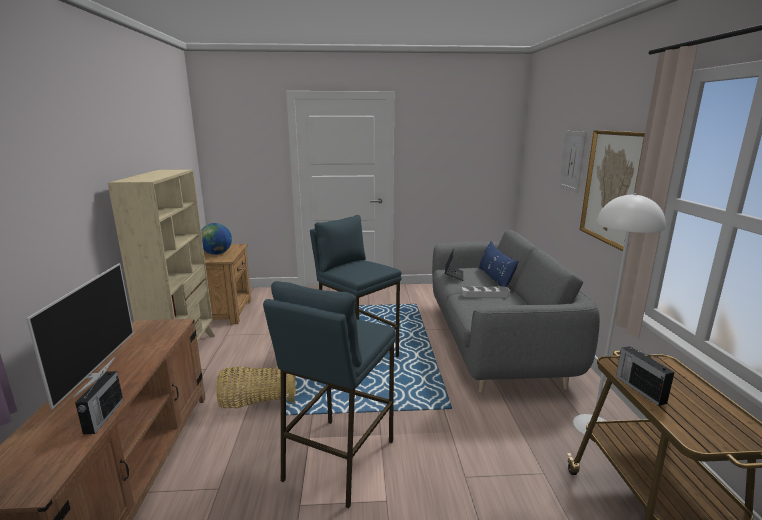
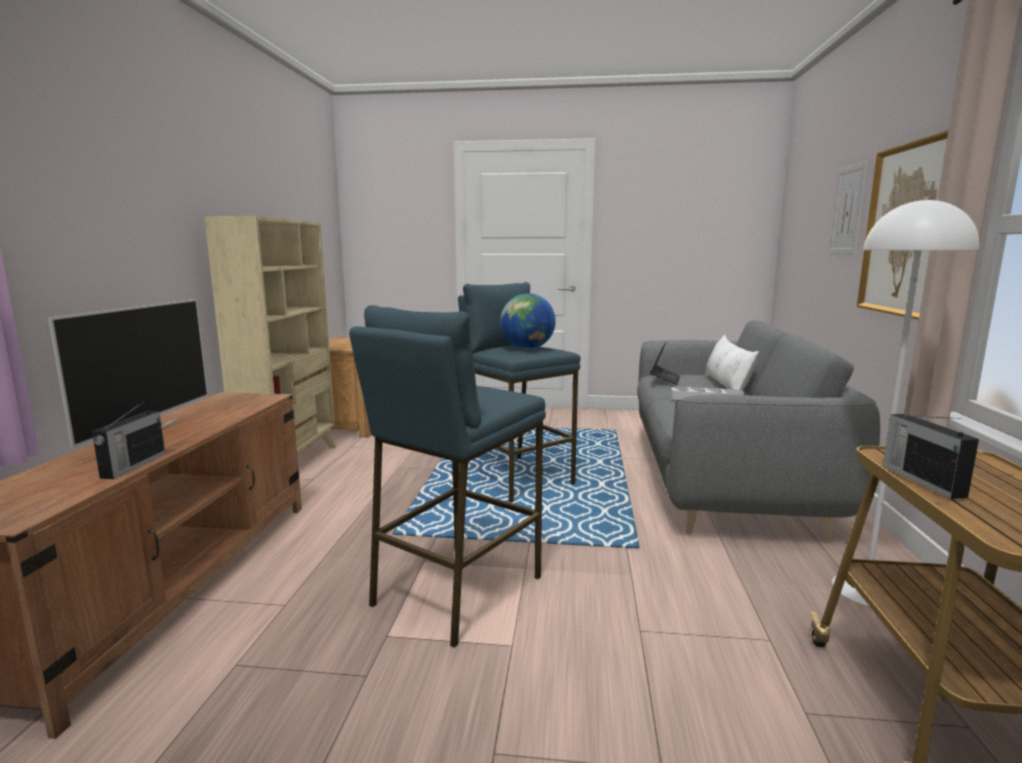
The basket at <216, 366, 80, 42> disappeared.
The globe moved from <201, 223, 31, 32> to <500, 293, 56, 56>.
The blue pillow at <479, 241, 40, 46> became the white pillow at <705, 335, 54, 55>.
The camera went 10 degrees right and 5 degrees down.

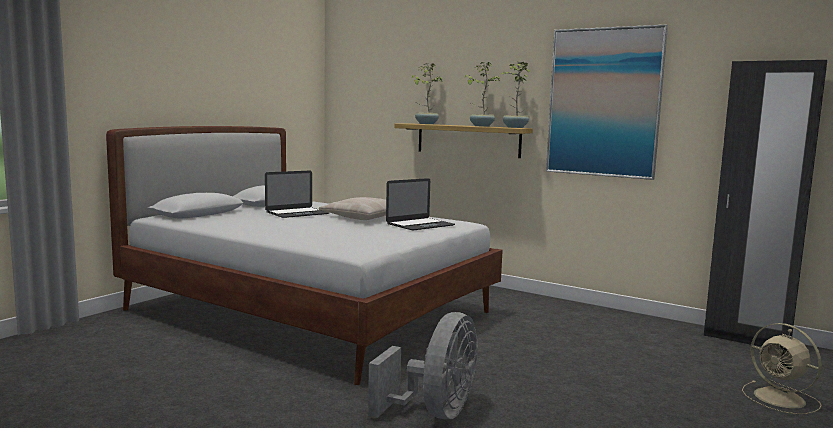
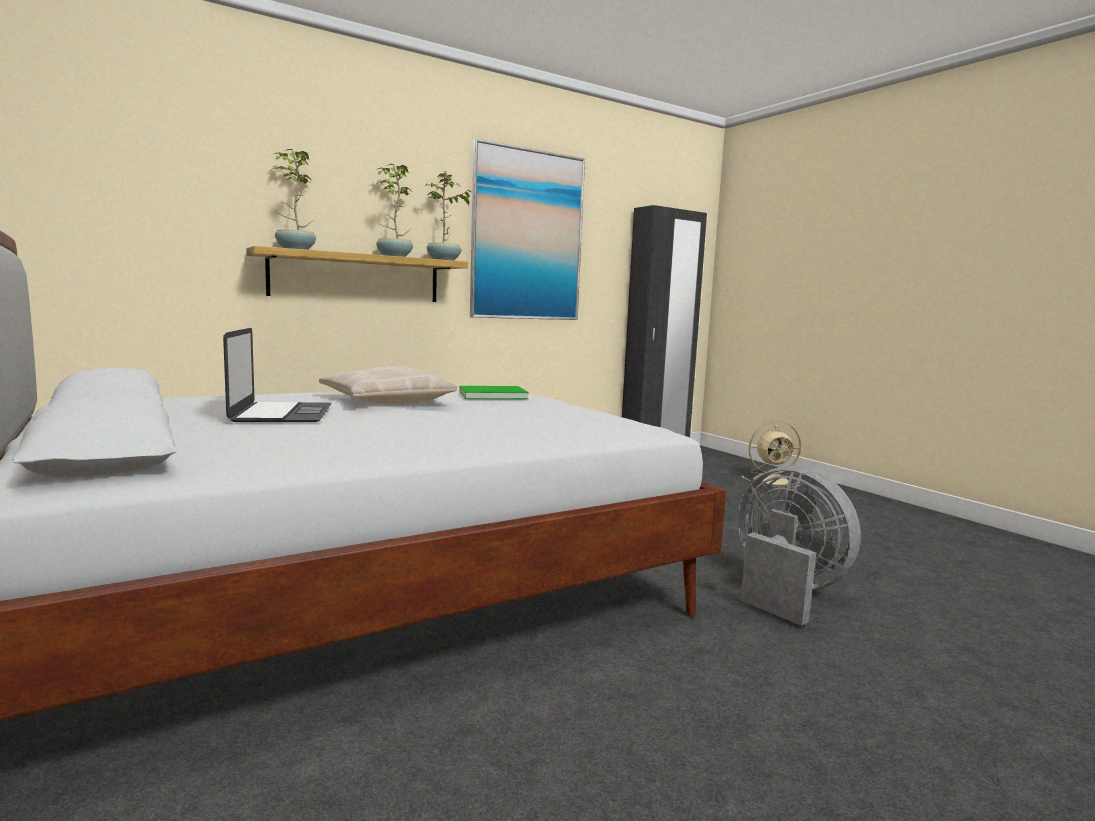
The laptop at <386, 178, 69, 52> was replaced by the green book at <459, 386, 70, 13>.
The camera went 65 degrees left and 0 degrees up.

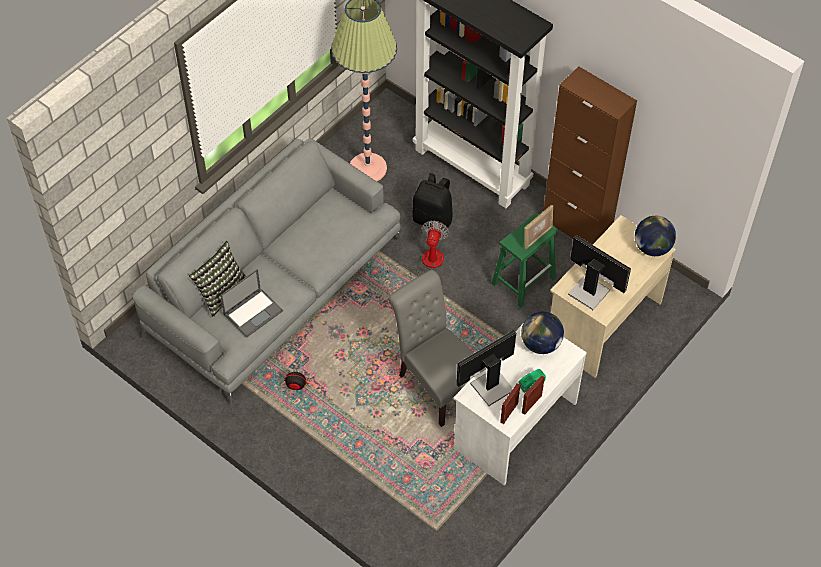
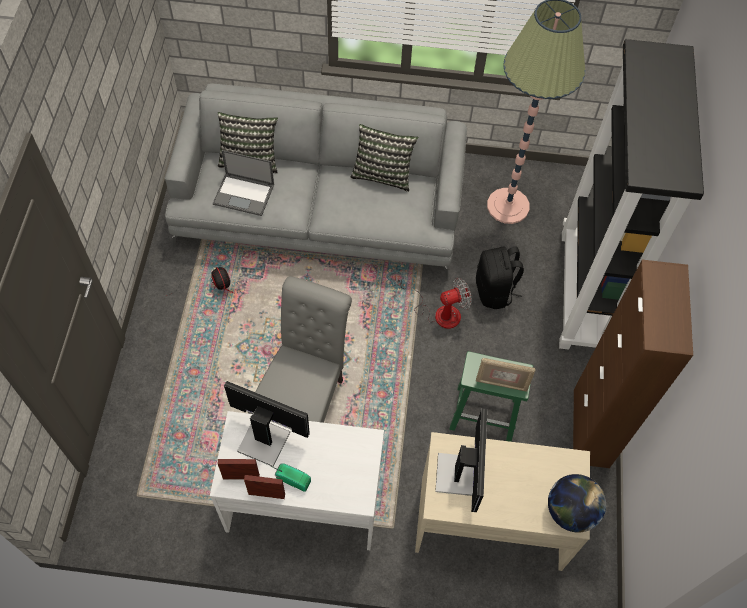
The globe at <521, 312, 43, 42> disappeared.
The pillow at <350, 124, 69, 68> appeared.
The camera went 55 degrees right and 5 degrees up.

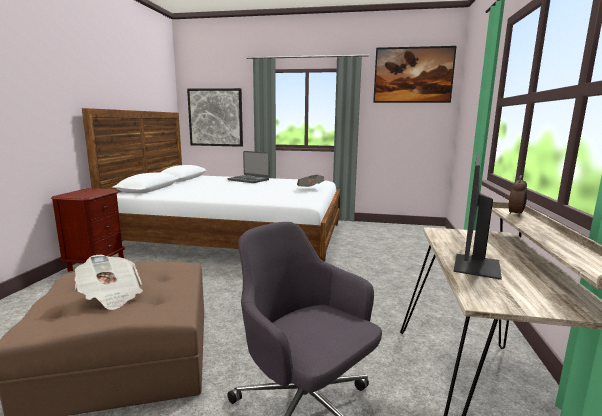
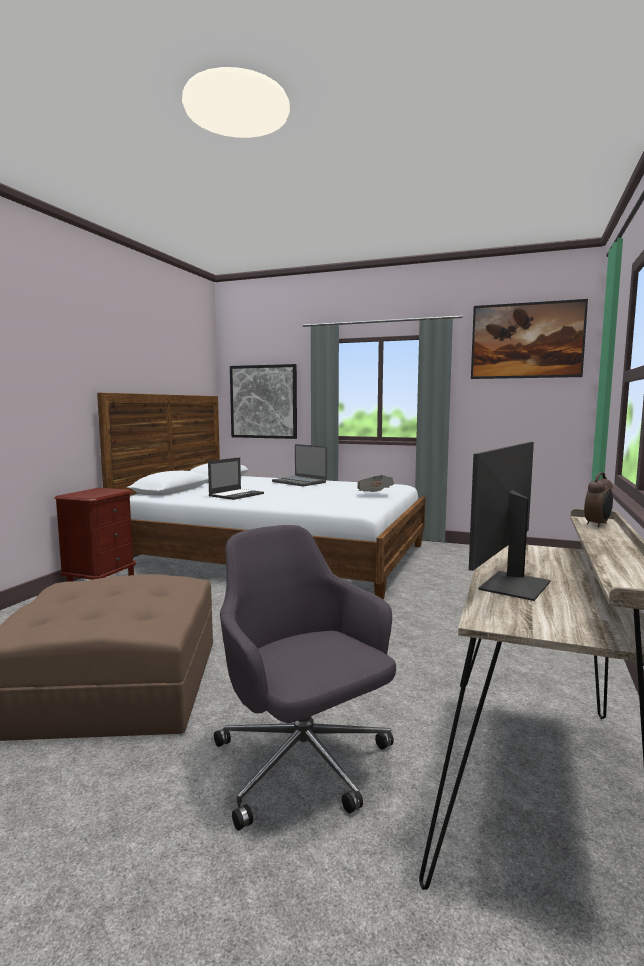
The newspaper at <75, 255, 68, 55> disappeared.
The laptop at <208, 457, 56, 43> appeared.
The camera went 10 degrees right and 5 degrees down.

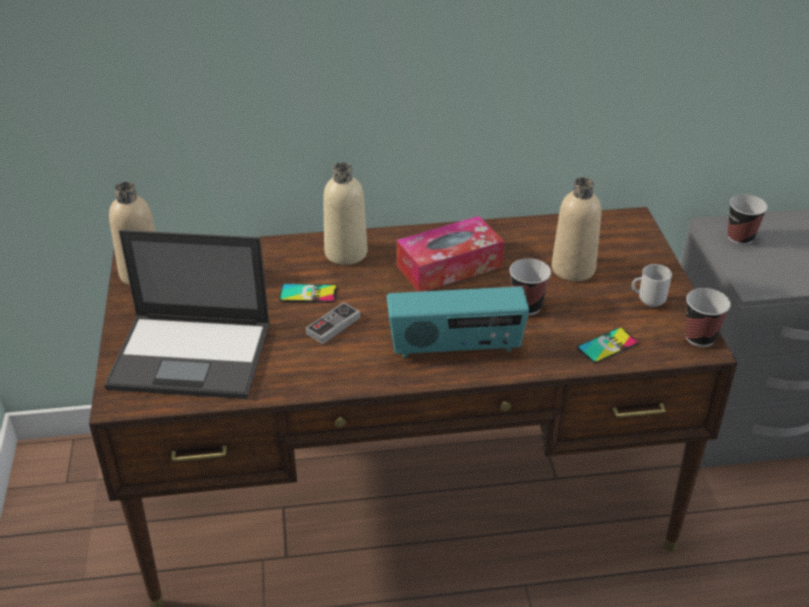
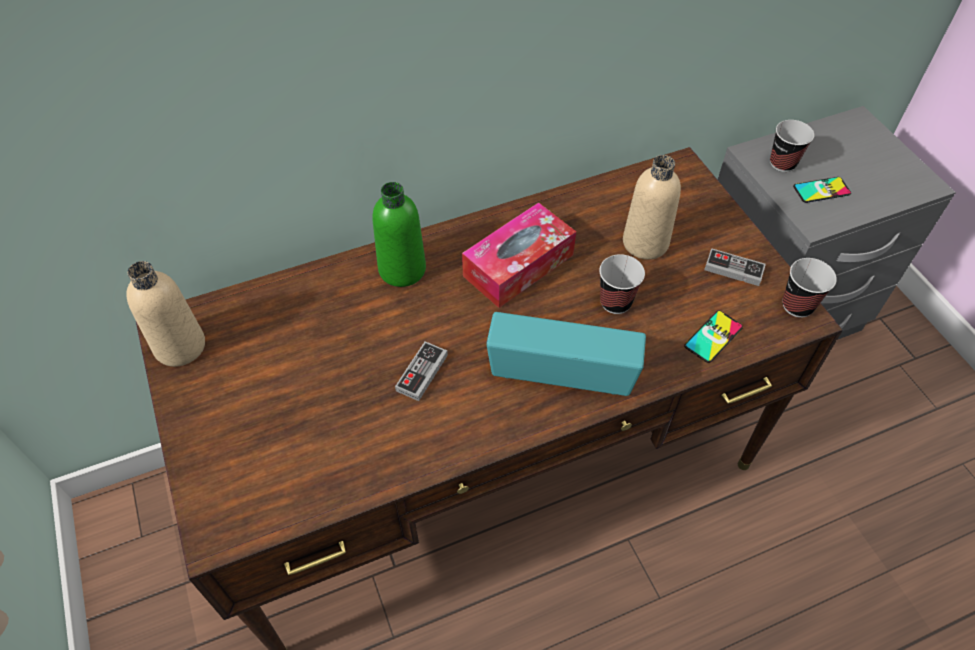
The laptop at <104, 230, 166, 169> disappeared.
The phone moved from <279, 284, 58, 19> to <793, 177, 58, 26>.
The mug at <632, 264, 40, 43> was replaced by the game controller at <704, 248, 62, 38>.
The beige bottle at <323, 162, 44, 103> became the green bottle at <372, 182, 54, 105>.
The radio at <387, 286, 142, 72> turned 150 degrees counterclockwise.
The camera went 15 degrees left and 15 degrees up.

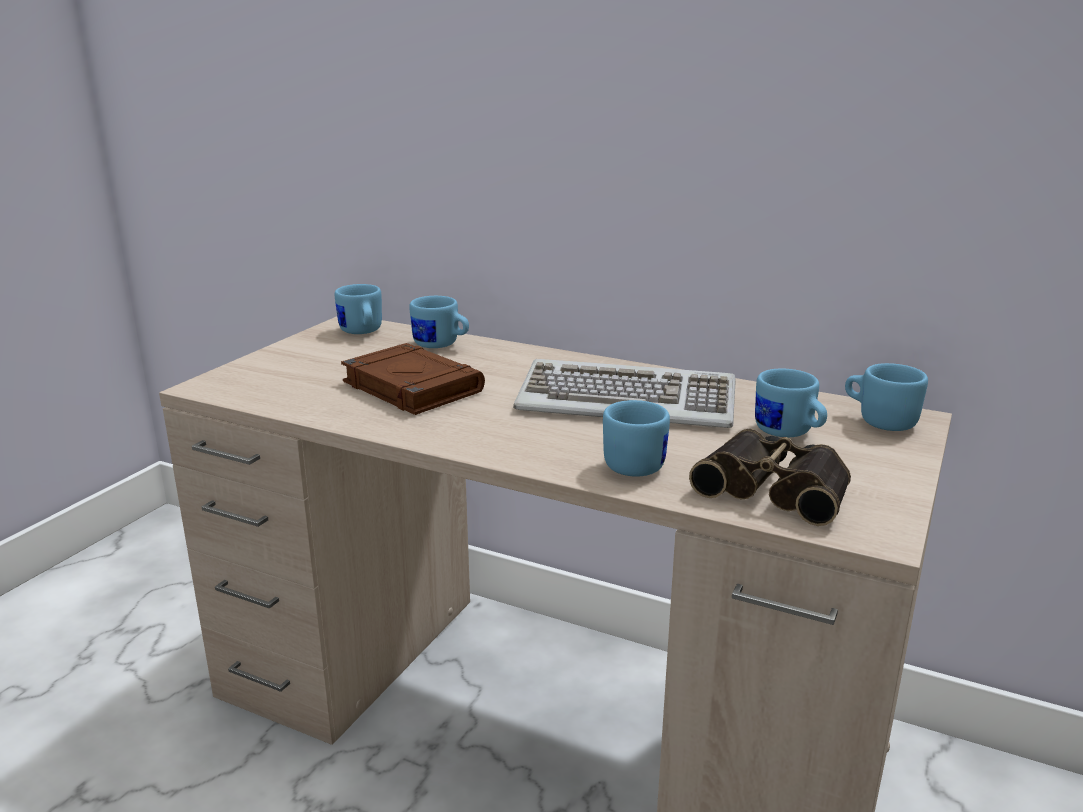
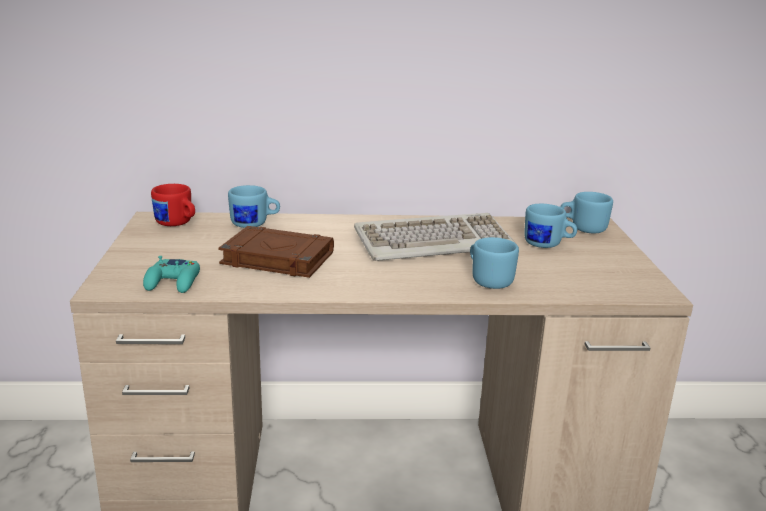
The binoculars at <689, 428, 162, 98> disappeared.
The turquoise game controller at <143, 256, 57, 37> appeared.
The blue mug at <335, 284, 47, 50> became the red mug at <151, 184, 44, 42>.
The camera went 30 degrees left and 0 degrees up.

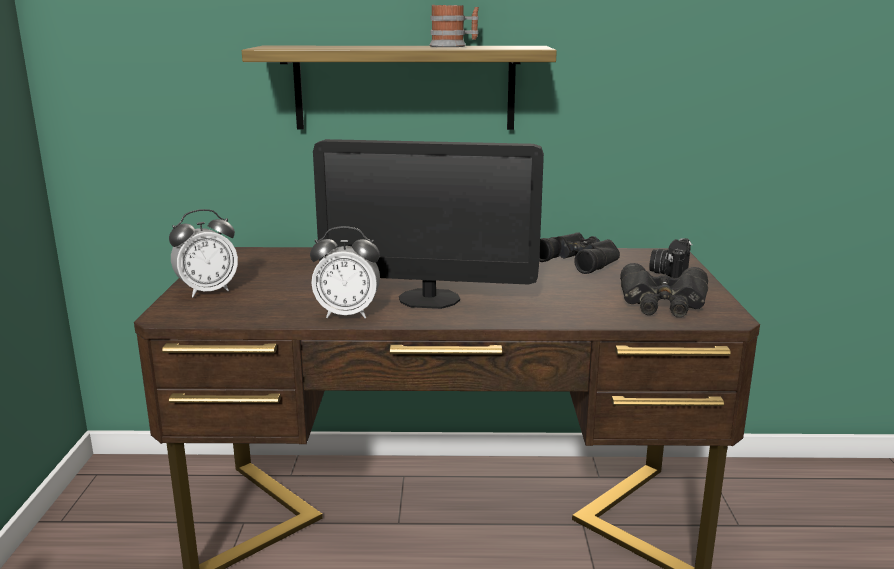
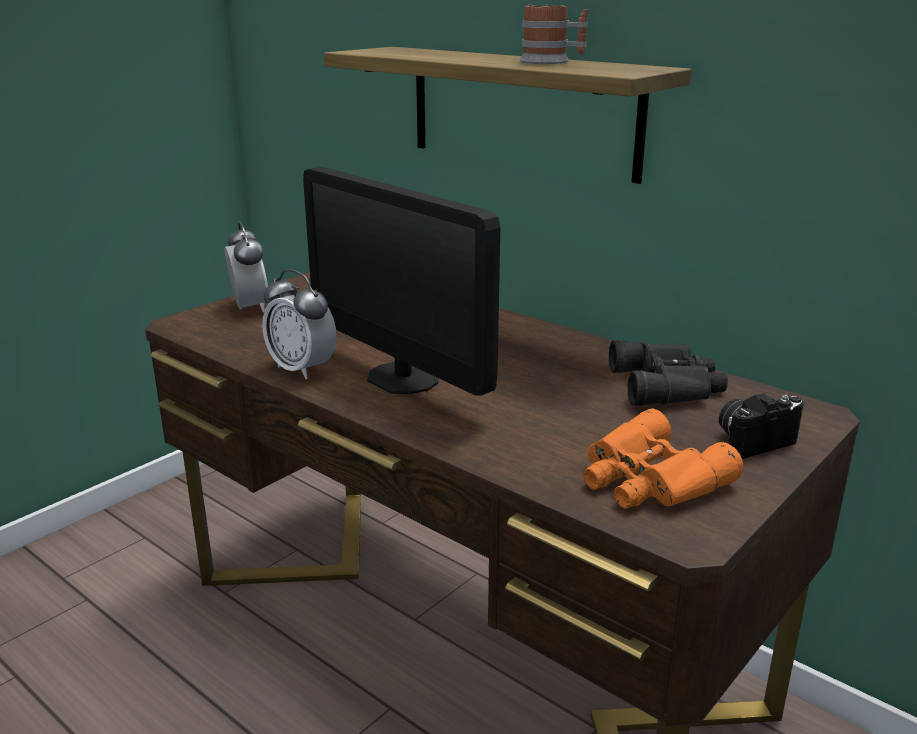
The black binoculars at <620, 263, 88, 54> became the orange binoculars at <583, 409, 161, 100>.
The alarm clock at <169, 209, 69, 88> turned 120 degrees counterclockwise.
The camera went 40 degrees right and 5 degrees up.

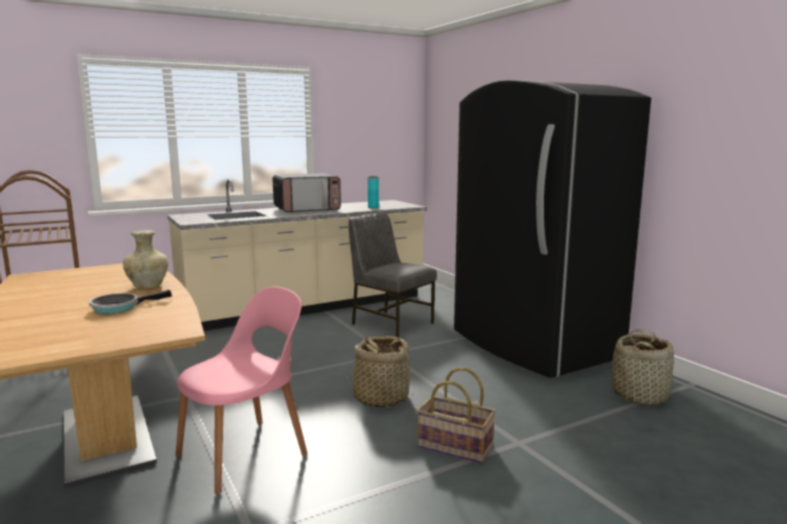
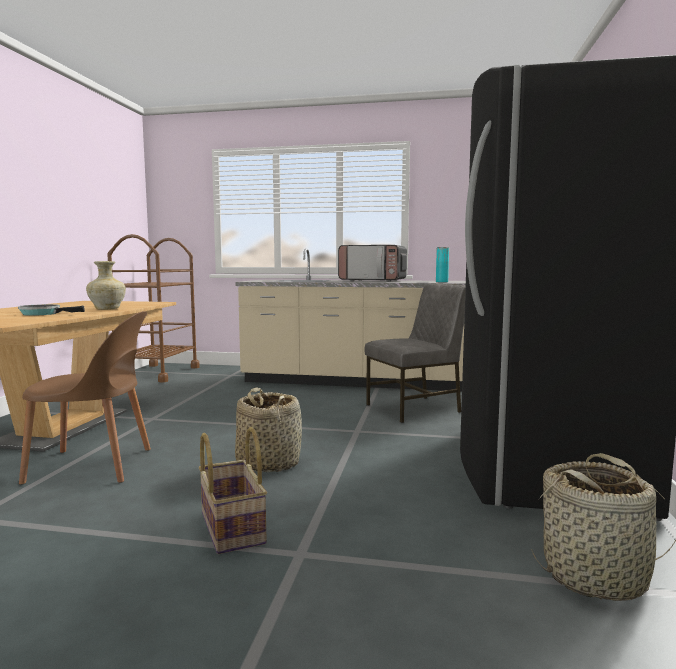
The pink chair at <175, 287, 133, 207> became the brown chair at <19, 311, 132, 174>.
The grey chair at <348, 213, 89, 125> turned 75 degrees clockwise.
The camera went 40 degrees right and 5 degrees down.

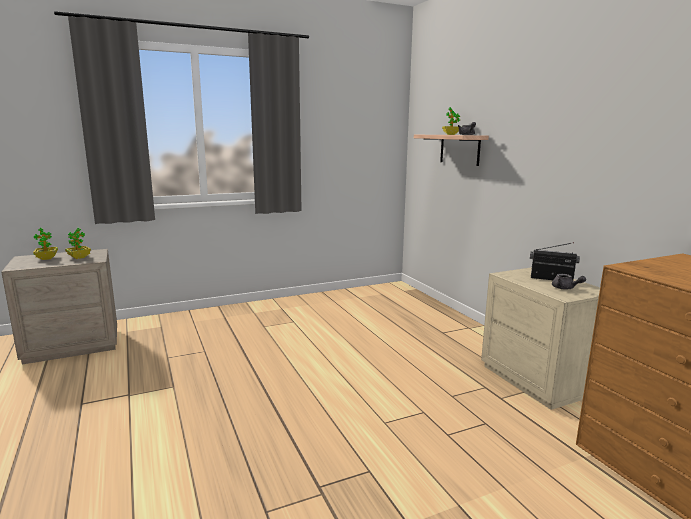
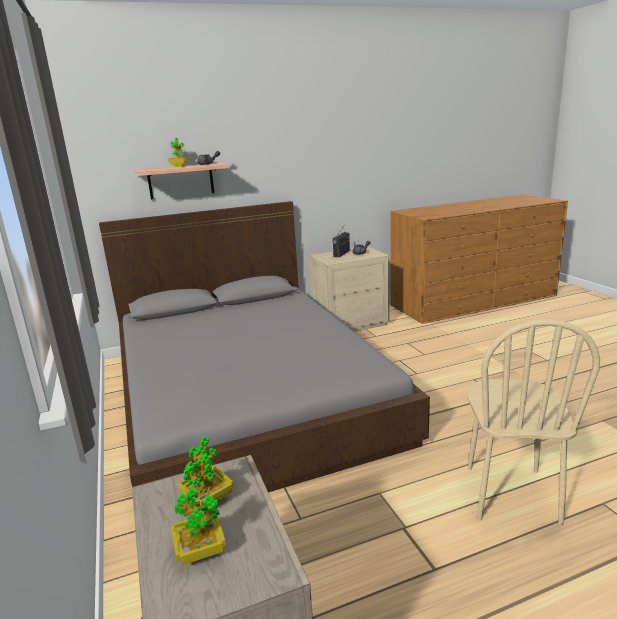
The grey bed at <99, 201, 331, 291> appeared.
The beige chair at <467, 319, 133, 206> appeared.
The camera went 85 degrees left and 5 degrees up.

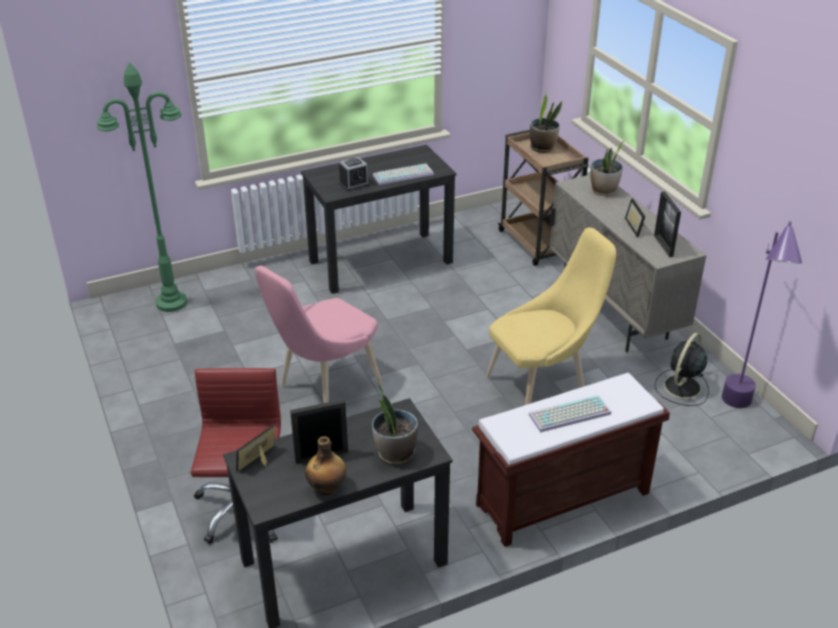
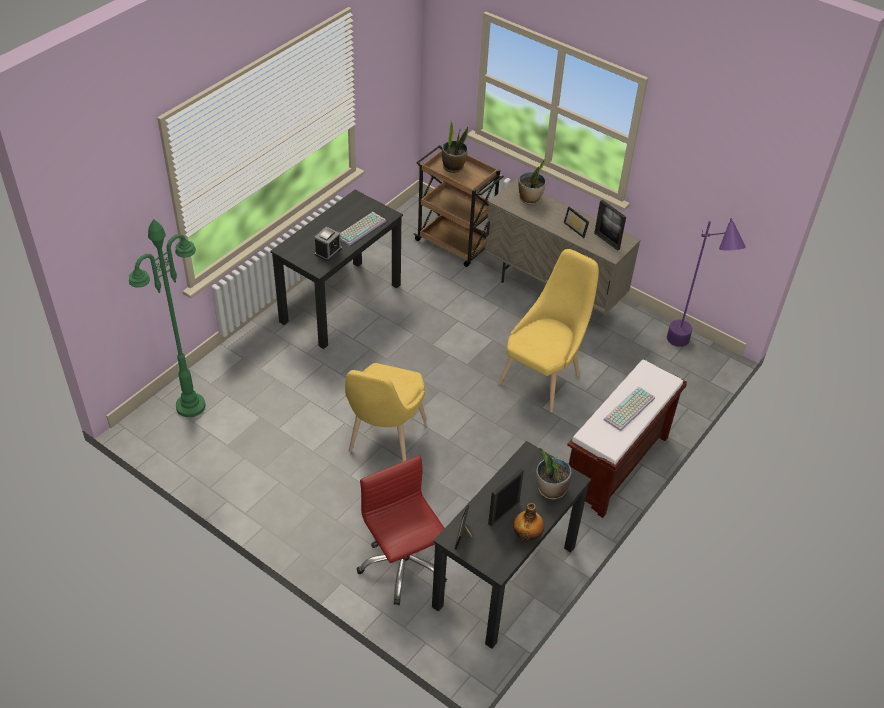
The black fan at <655, 333, 54, 73> disappeared.
The pink chair at <255, 266, 127, 137> became the yellow chair at <345, 363, 82, 99>.
The camera went 30 degrees left and 10 degrees up.

